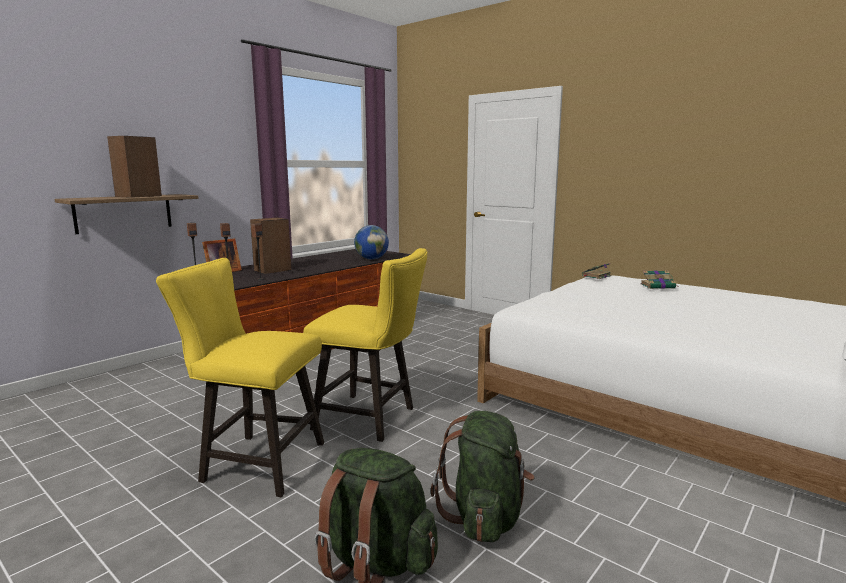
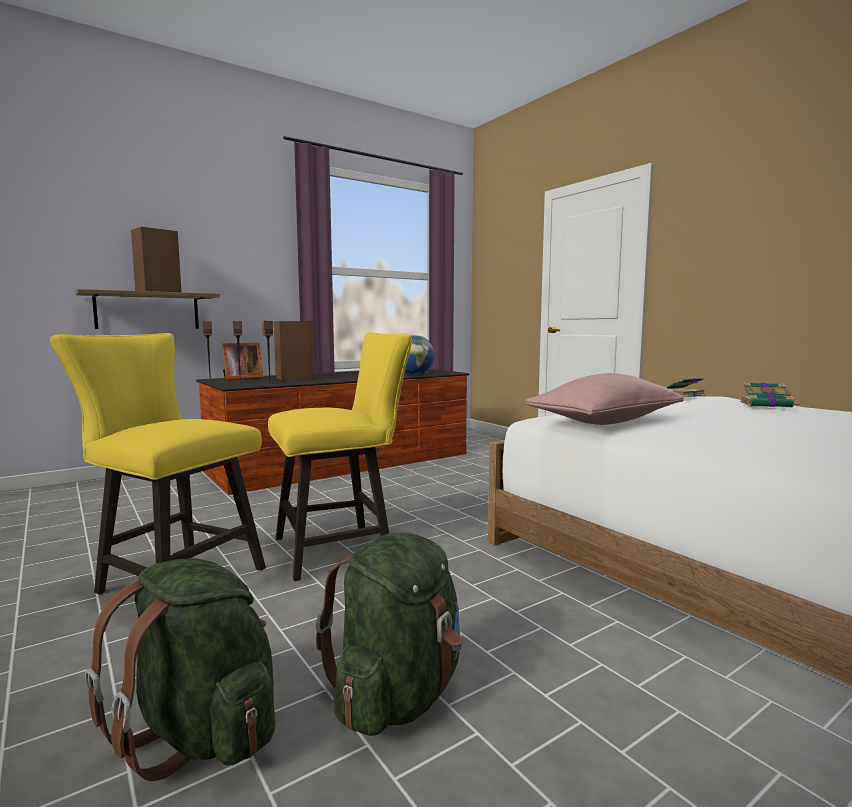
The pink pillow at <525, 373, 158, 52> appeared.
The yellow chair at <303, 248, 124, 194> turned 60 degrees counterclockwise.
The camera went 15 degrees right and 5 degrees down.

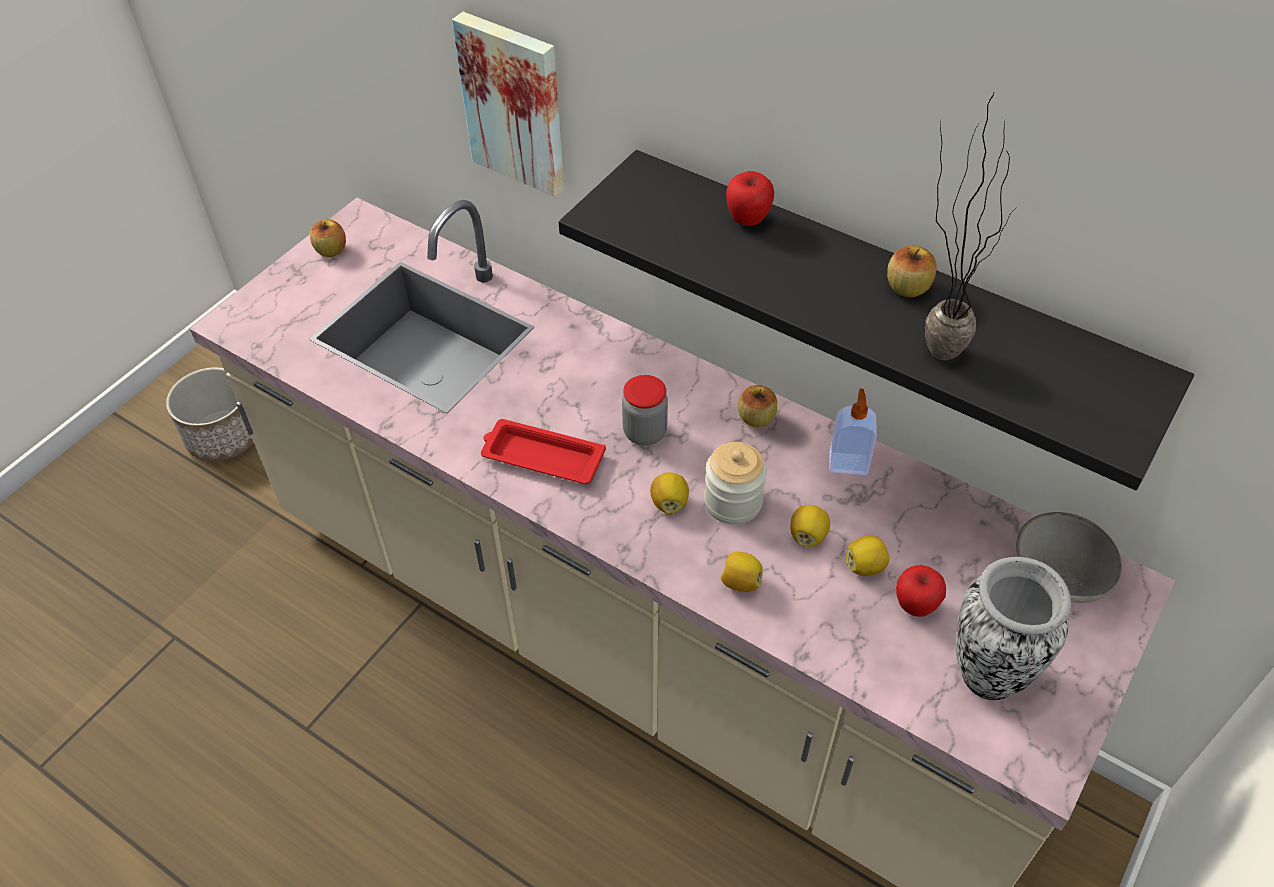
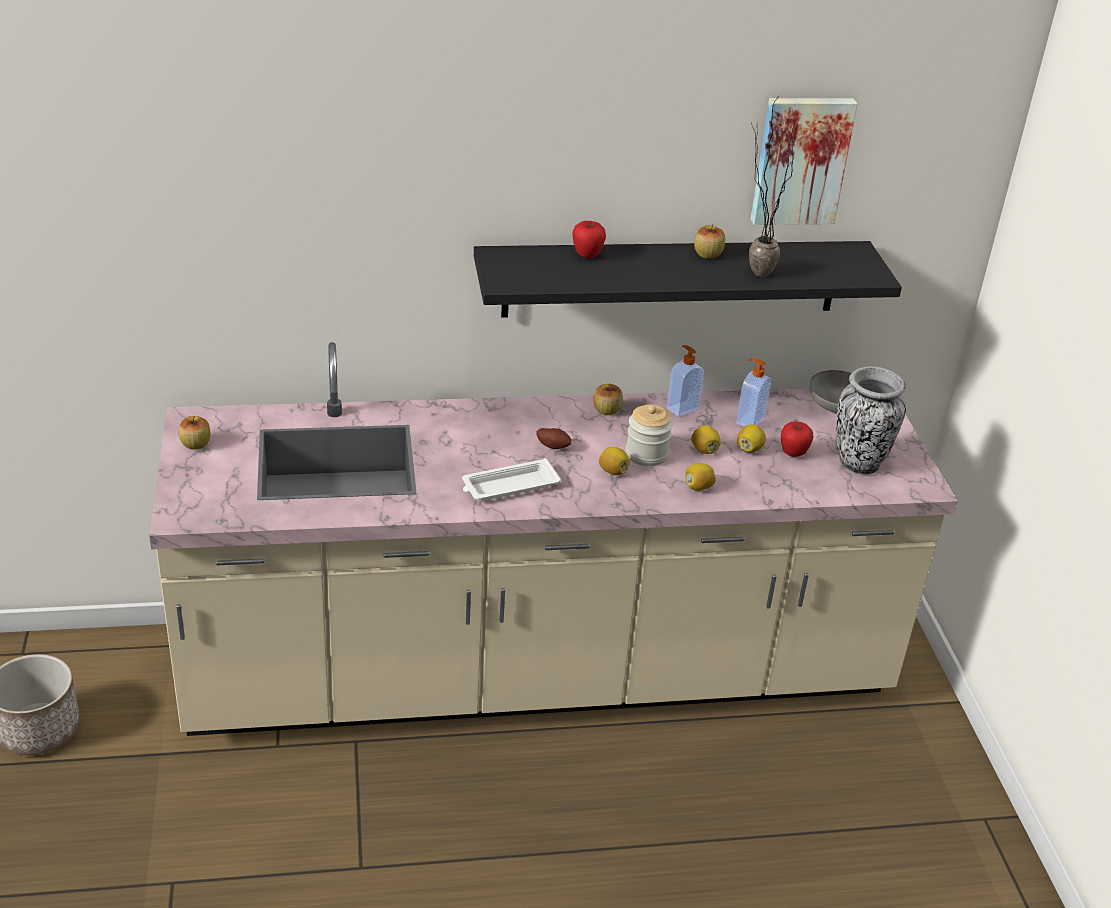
The soap dispenser at <736, 358, 35, 69> appeared.
The picture moved from <452, 12, 112, 185> to <751, 98, 107, 127>.
The jar at <622, 375, 46, 70> was replaced by the potato at <536, 428, 35, 21>.
The red tray at <481, 419, 125, 65> became the white tray at <462, 458, 99, 43>.
The camera went 45 degrees left and 15 degrees down.

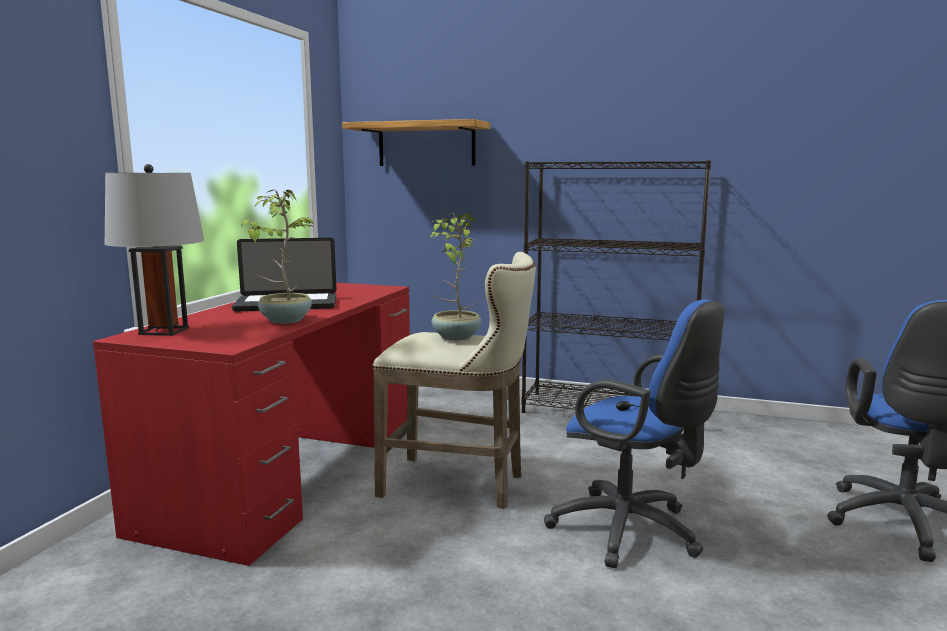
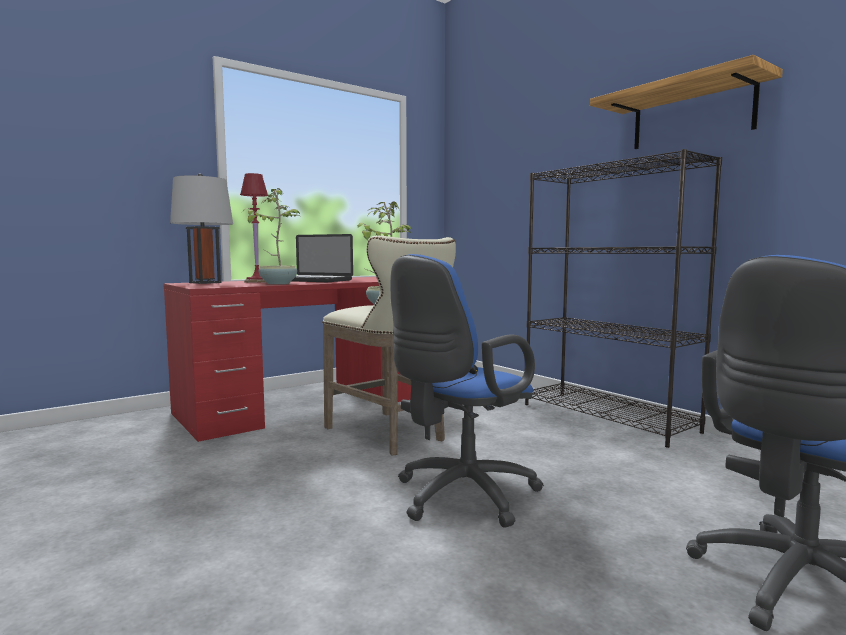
The red table lamp at <240, 173, 28, 110> appeared.
The shelf moved from <342, 119, 148, 47> to <590, 55, 193, 94>.
The blue office chair at <544, 299, 180, 269> turned 60 degrees clockwise.
The camera went 35 degrees right and 5 degrees down.

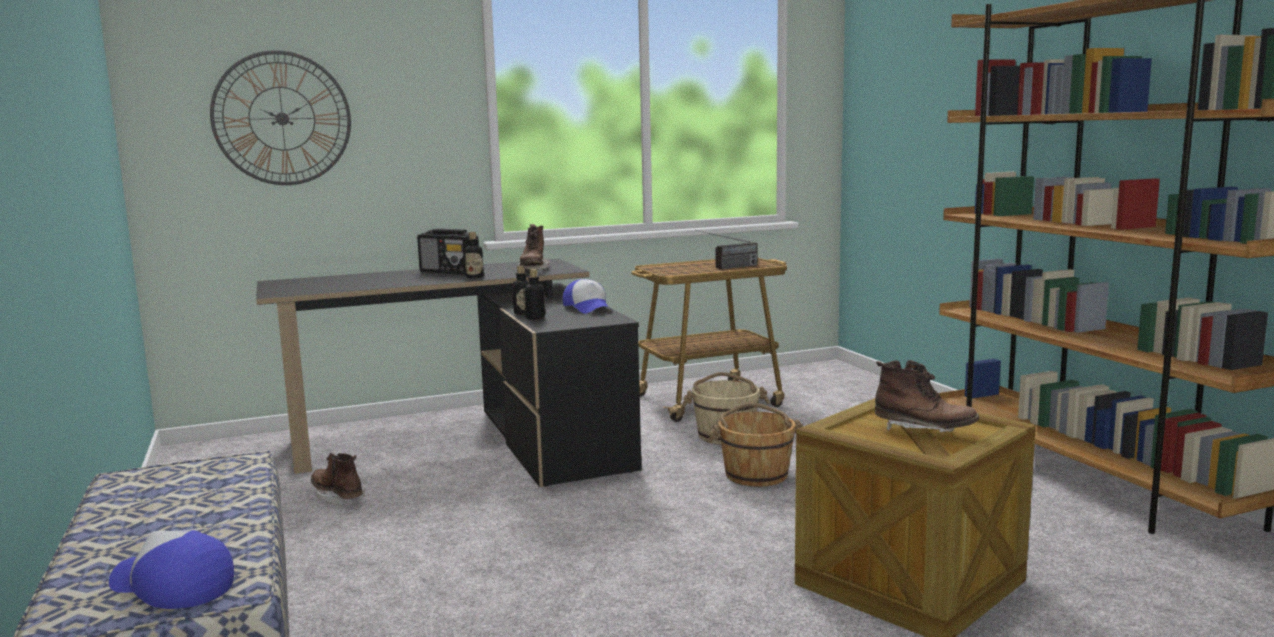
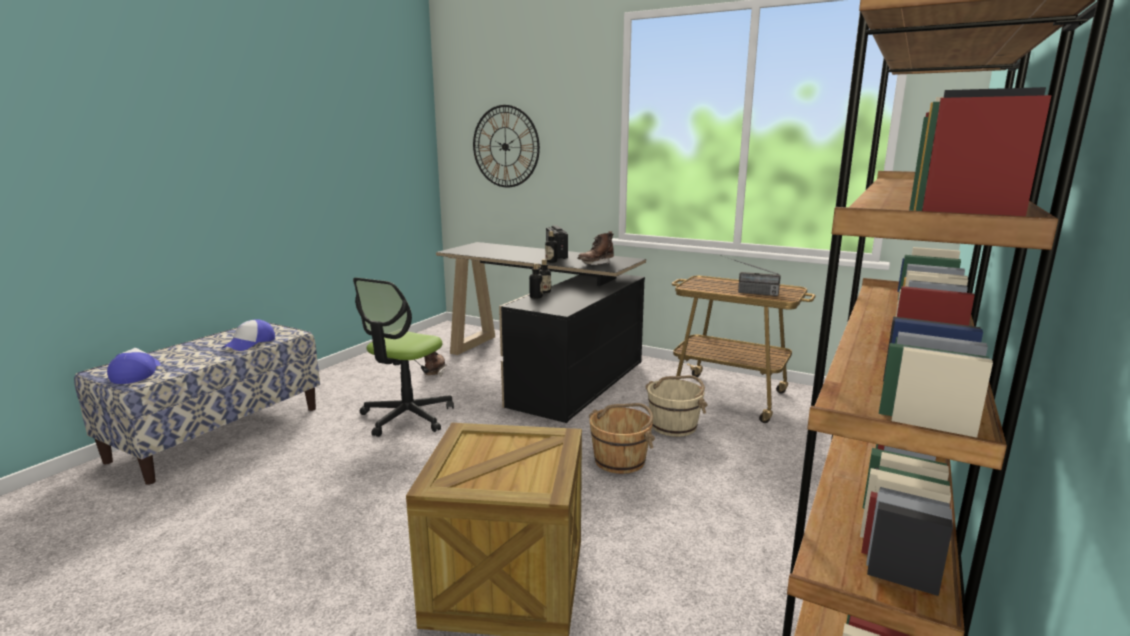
The brown boot at <875, 360, 104, 72> disappeared.
The office chair at <353, 277, 101, 160> appeared.
The cap moved from <562, 279, 50, 35> to <222, 319, 53, 32>.
The camera went 50 degrees right and 5 degrees up.

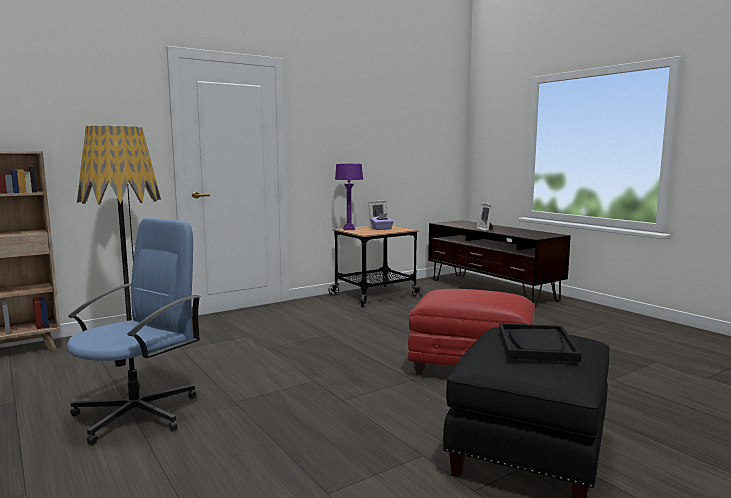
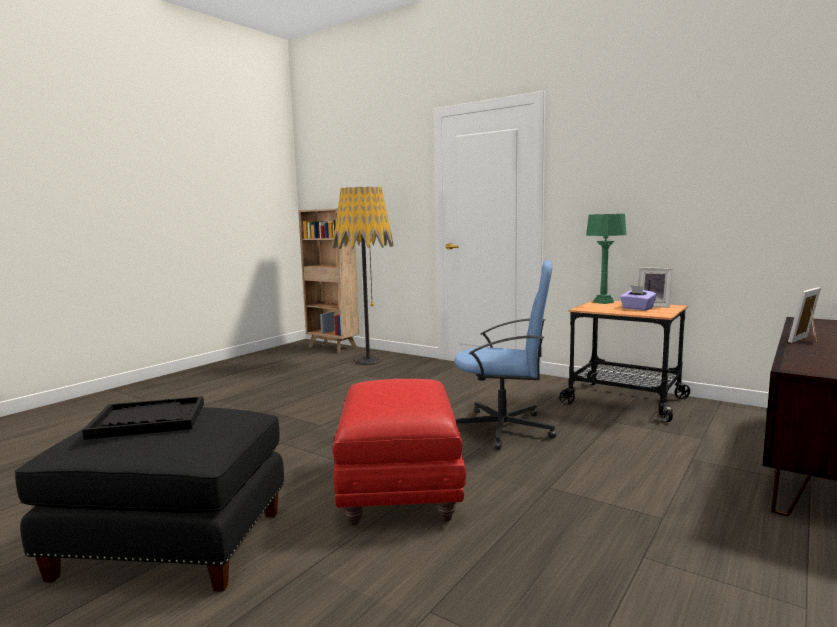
The blue office chair moved from <67, 218, 134, 227> to <454, 260, 103, 190>.
The purple table lamp at <335, 164, 28, 66> became the green table lamp at <586, 214, 40, 90>.
The camera went 70 degrees right and 0 degrees up.

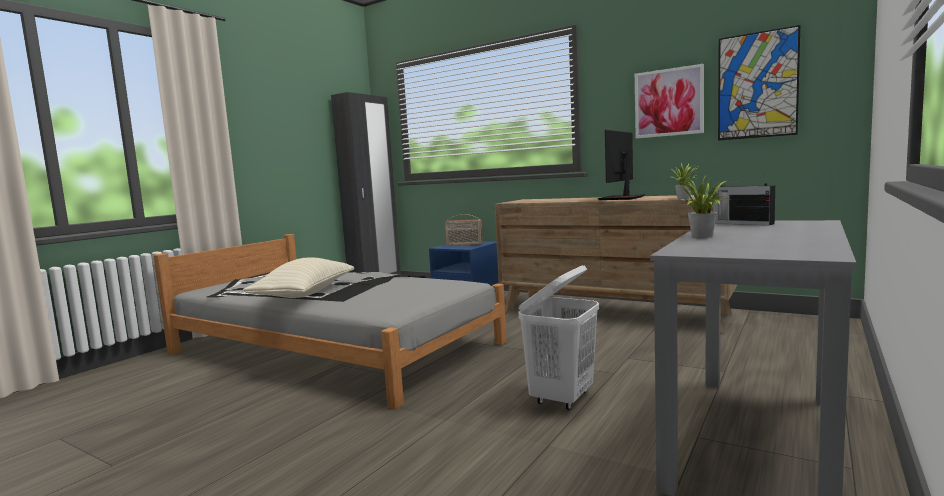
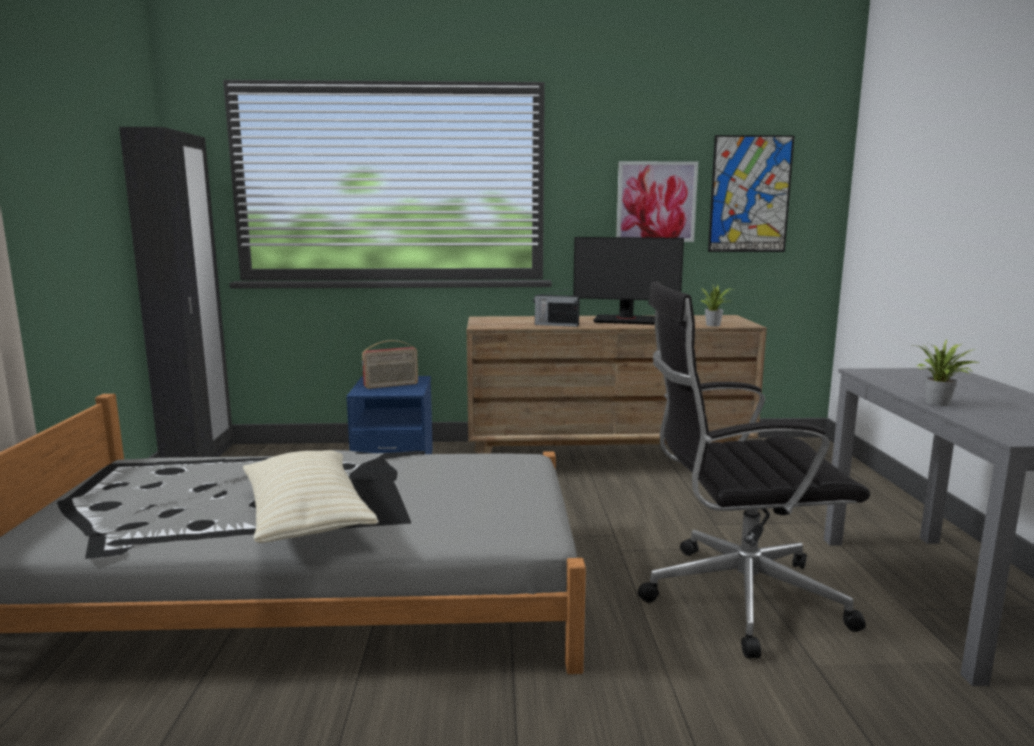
The radio moved from <713, 174, 62, 51> to <534, 288, 46, 39>.
The white laundry basket at <518, 265, 81, 145> was replaced by the black office chair at <638, 281, 232, 377>.
The monitor at <598, 130, 47, 70> turned 75 degrees counterclockwise.
The camera went 35 degrees left and 5 degrees up.

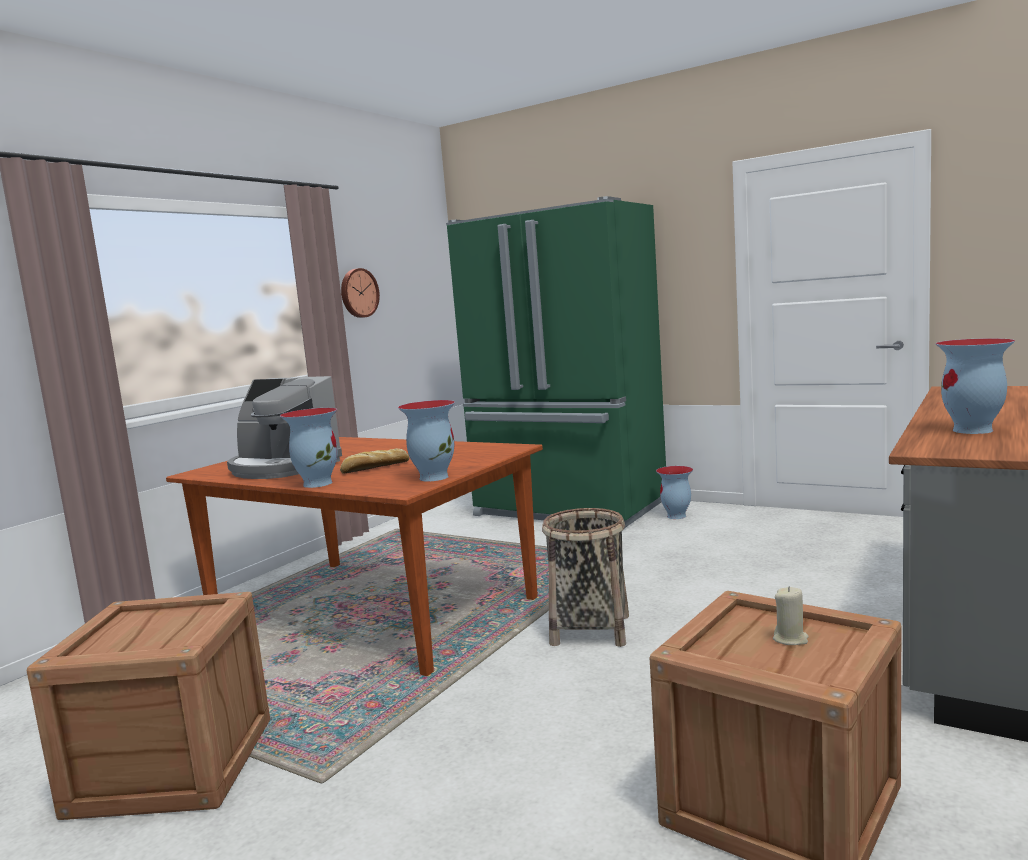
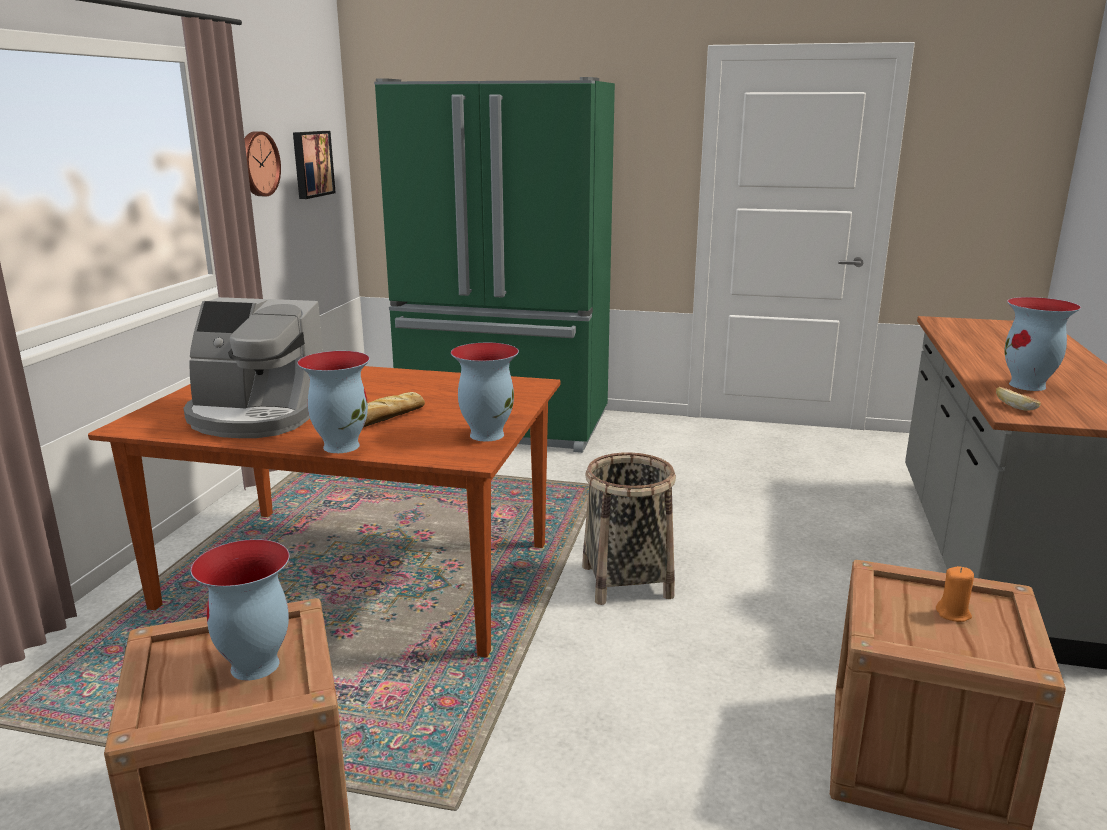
The picture at <293, 131, 43, 68> appeared.
The bread at <996, 387, 45, 24> appeared.
The vase moved from <656, 466, 37, 53> to <191, 539, 99, 142>.
The beige candle at <773, 586, 35, 59> became the orange candle at <936, 566, 38, 56>.
The camera went 20 degrees left and 10 degrees up.

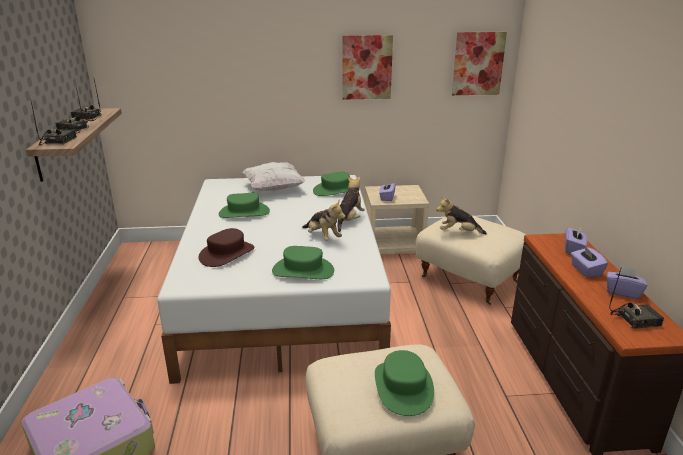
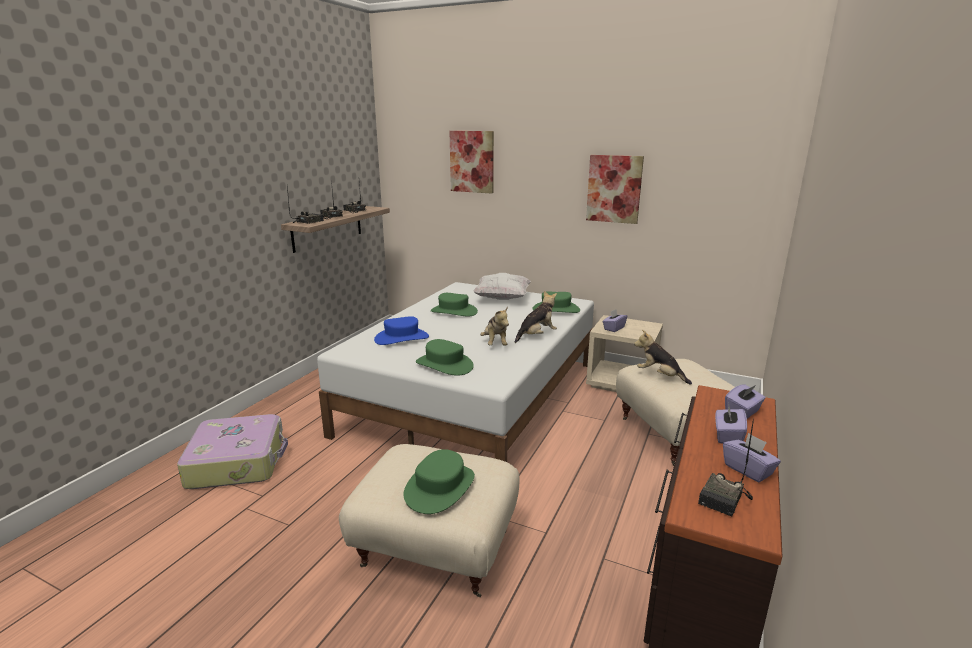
The picture moved from <452, 32, 55, 63> to <449, 131, 45, 63>.
The brown hat at <198, 228, 56, 39> became the blue hat at <374, 316, 55, 29>.
The radio at <609, 267, 55, 62> turned 105 degrees clockwise.
The camera went 30 degrees right and 5 degrees down.

